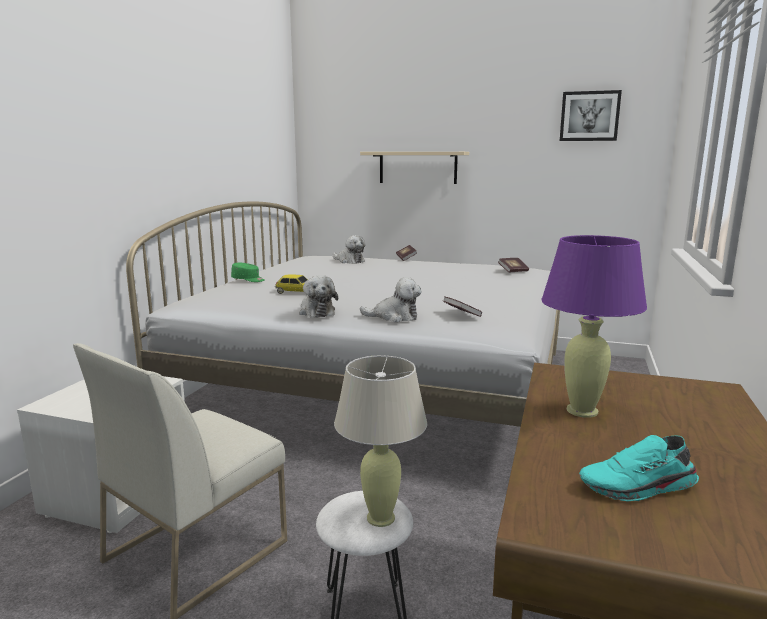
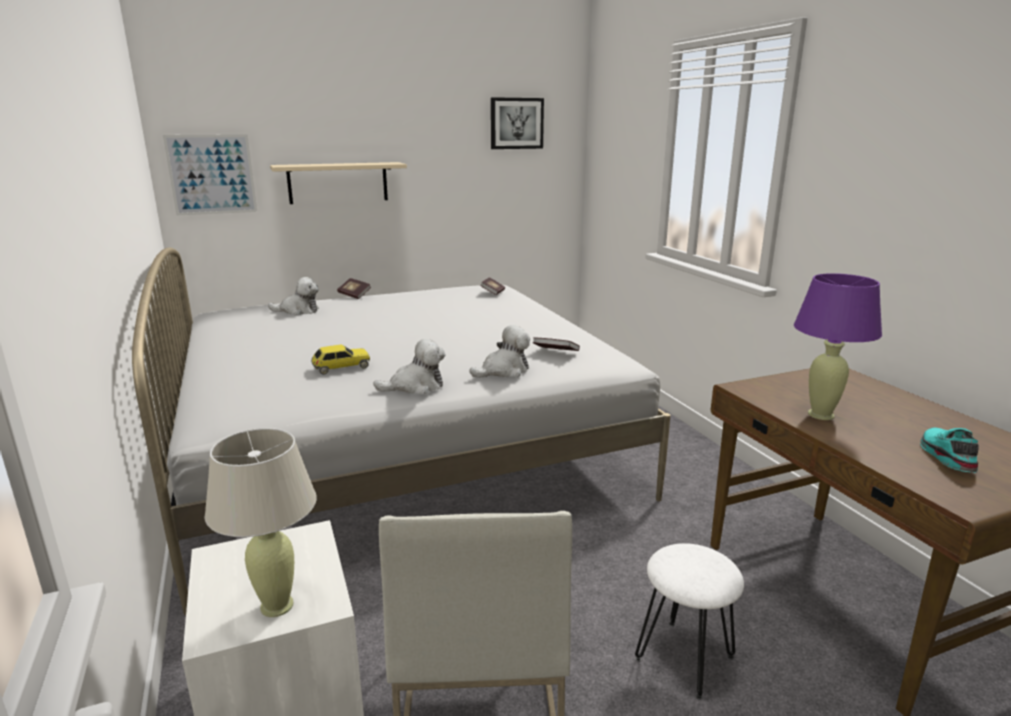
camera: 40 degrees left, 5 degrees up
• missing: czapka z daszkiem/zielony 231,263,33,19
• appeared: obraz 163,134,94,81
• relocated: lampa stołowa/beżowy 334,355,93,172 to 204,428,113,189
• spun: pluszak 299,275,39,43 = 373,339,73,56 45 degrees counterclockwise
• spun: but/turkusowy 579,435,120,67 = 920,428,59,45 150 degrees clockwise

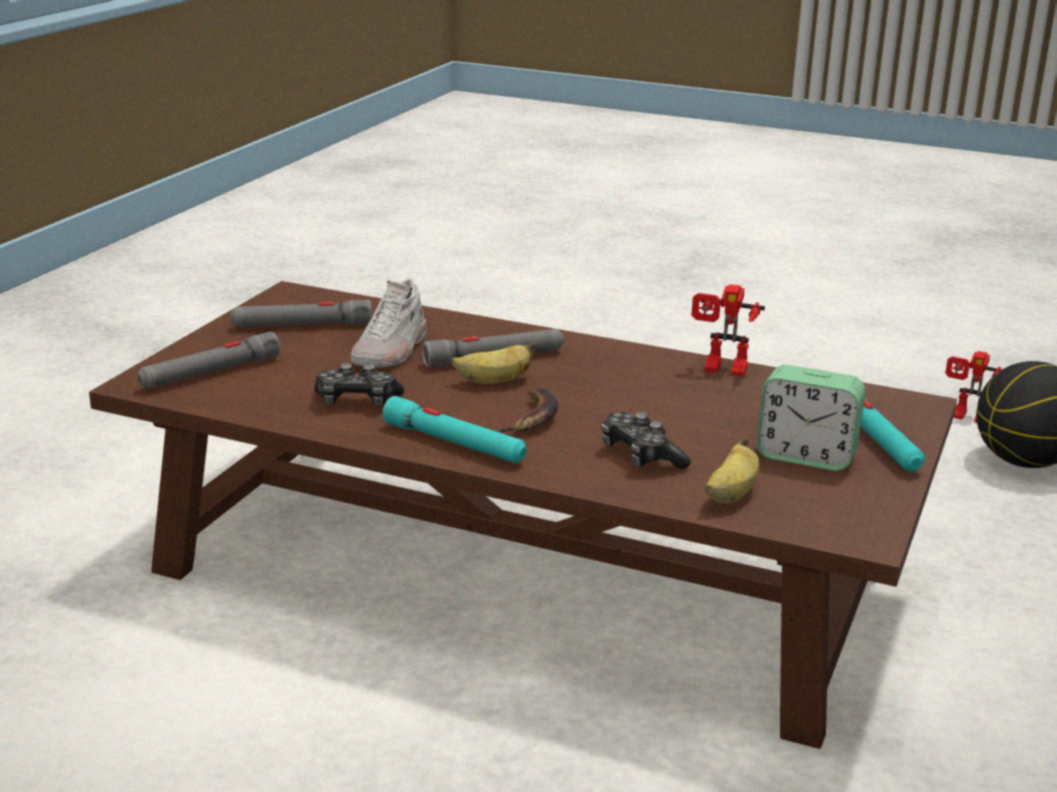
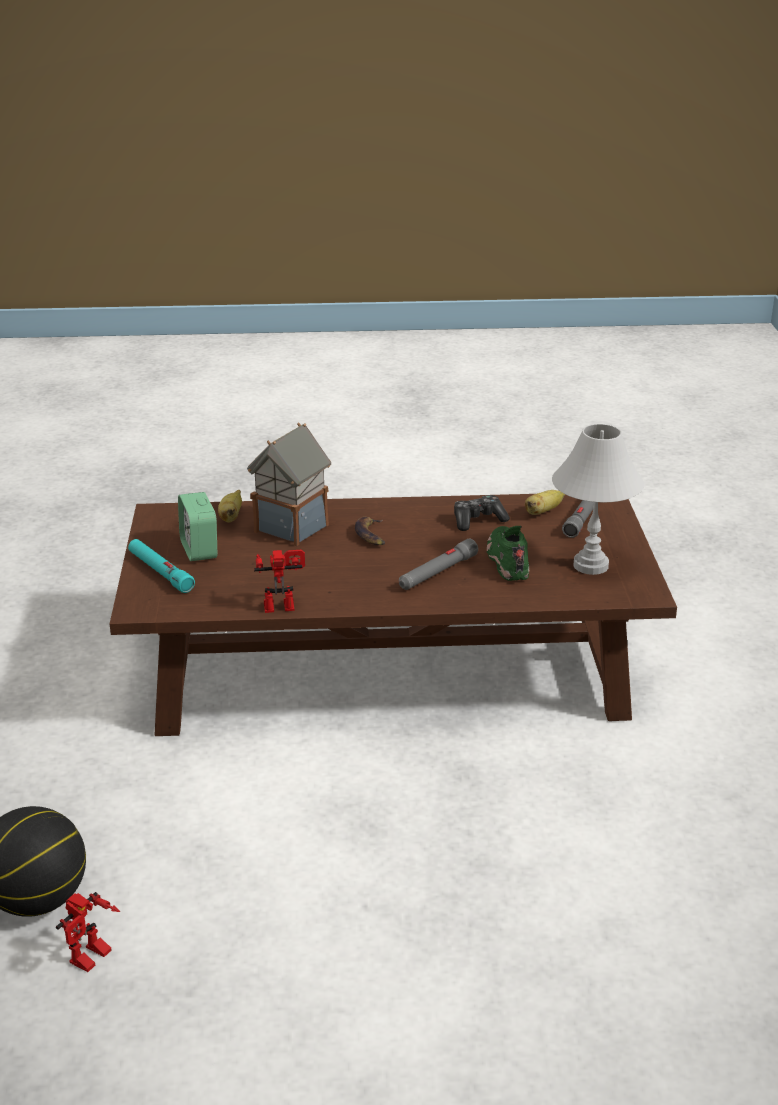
camera: 155 degrees right, 5 degrees up
• missing: latarka/turkusowy 383,396,144,67
• relocated: banan 451,343,84,41 to 525,490,41,25
• exchanged: latarka/szary 231,300,141,27 to lampa stołowa/biały 552,424,92,151
• exchanged: pad do gier 601,412,90,57 to domek 247,423,84,123
• colour: but/biały 351,279,75,88 to but/zielony 487,526,42,55
• spun: budzik 756,365,110,106 = 178,492,39,69 105 degrees counterclockwise
• spun: robot zabawkowy 945,351,57,72 = 56,892,64,80 120 degrees clockwise

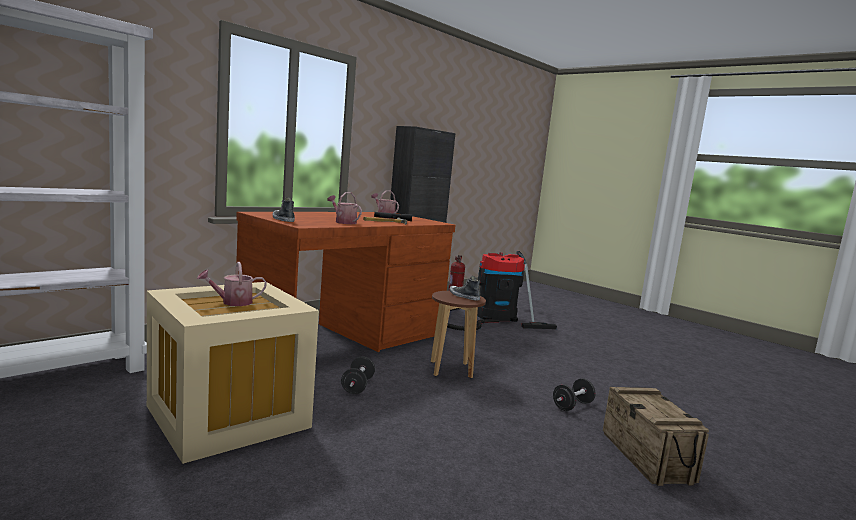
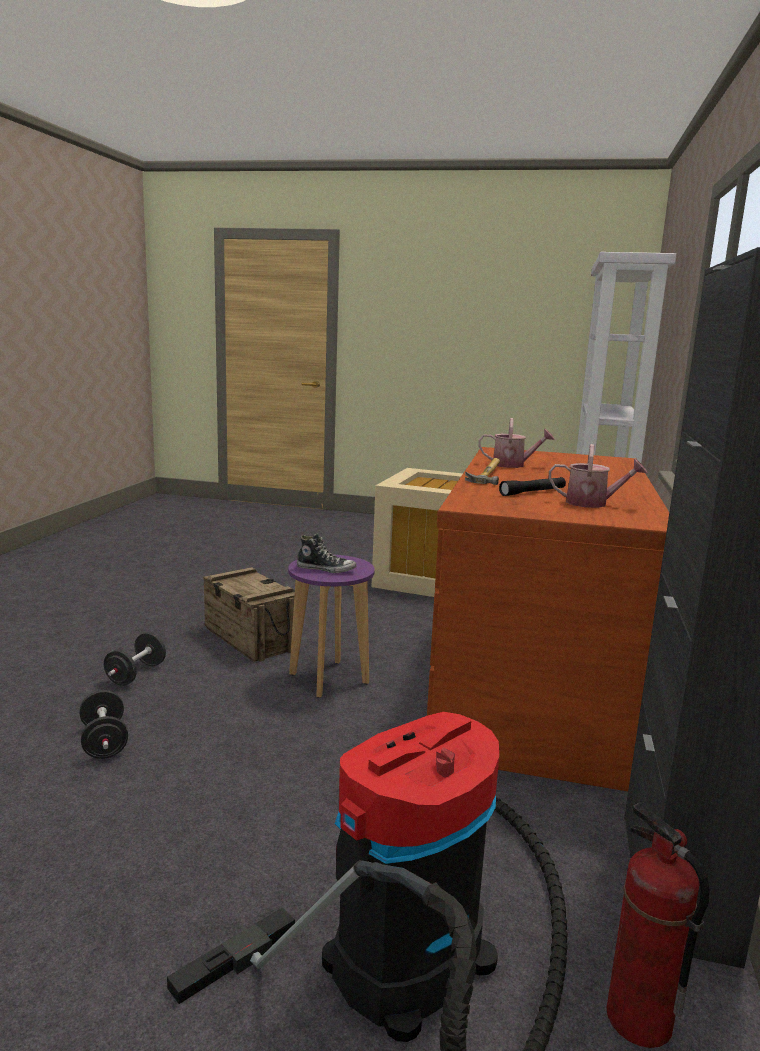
camera: 150 degrees right, 5 degrees up
• missing: konewka 197,262,70,44
• missing: but 273,197,22,25
• relocated: hantel/czarny 341,356,34,38 to 80,690,48,69
• relocated: skrzynka 603,387,106,99 to 203,567,92,95
• colour: stołek/brązowy 431,291,55,87 to stołek/fioletowy 288,555,87,143

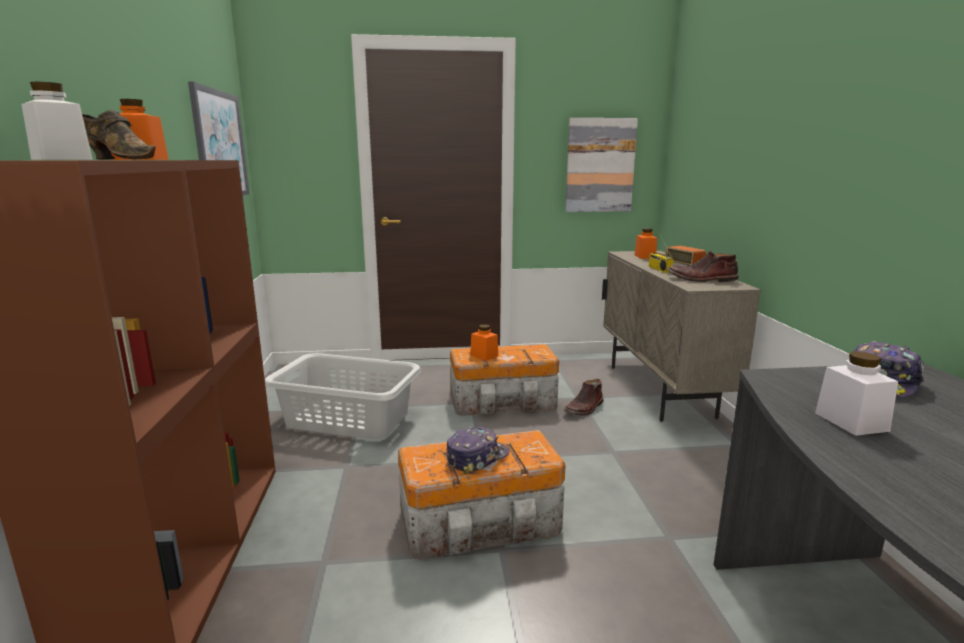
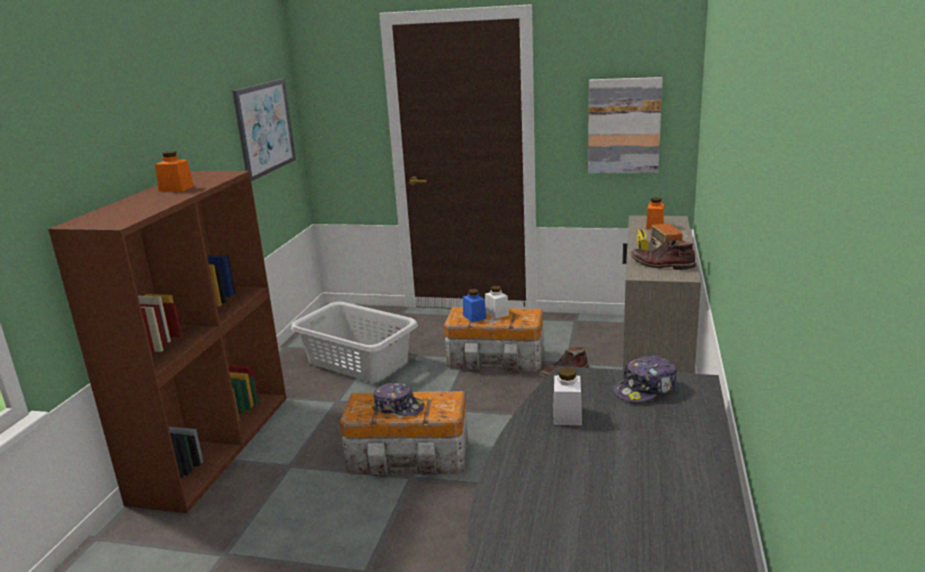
camera: 20 degrees right, 5 degrees up
• missing: but/brązowy 82,110,74,50
• relocated: słoik/biały 21,82,72,78 to 485,286,24,33
• colour: słoik/pomarańczowy 470,324,28,37 to słoik/niebieski 463,289,23,34
• spun: czapka z daszkiem 446,427,64,48 = 372,383,53,33 45 degrees clockwise

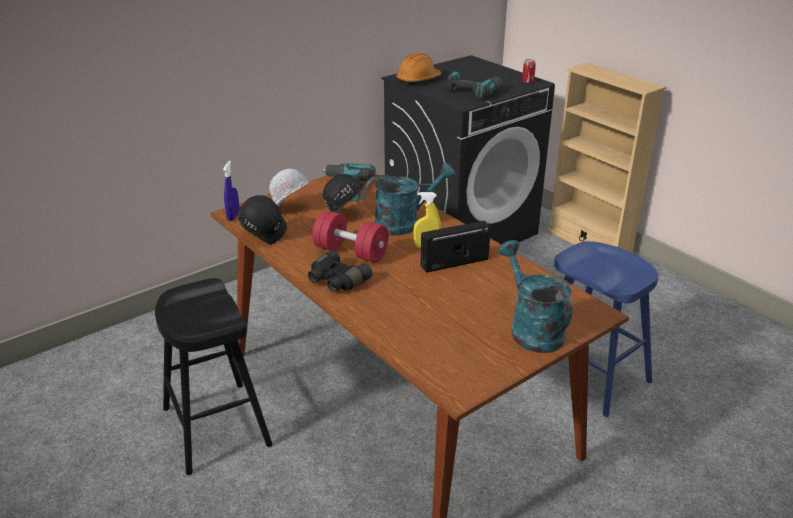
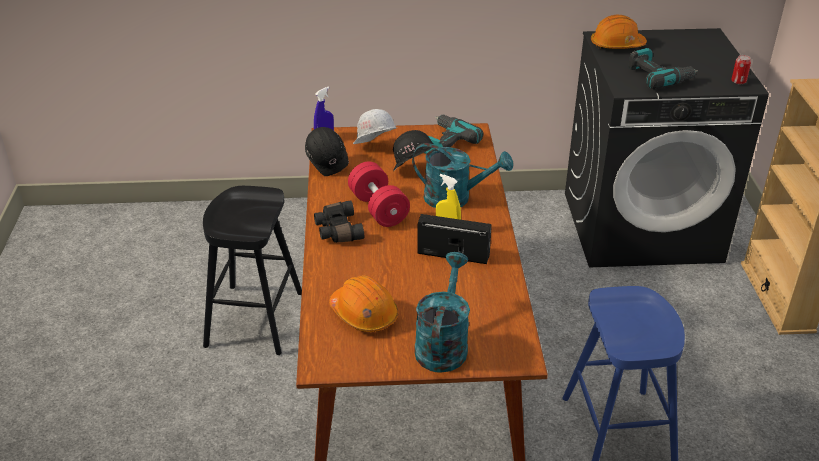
camera: 35 degrees right, 5 degrees up
• appeared: kask/pomarańczowy 329,275,69,57

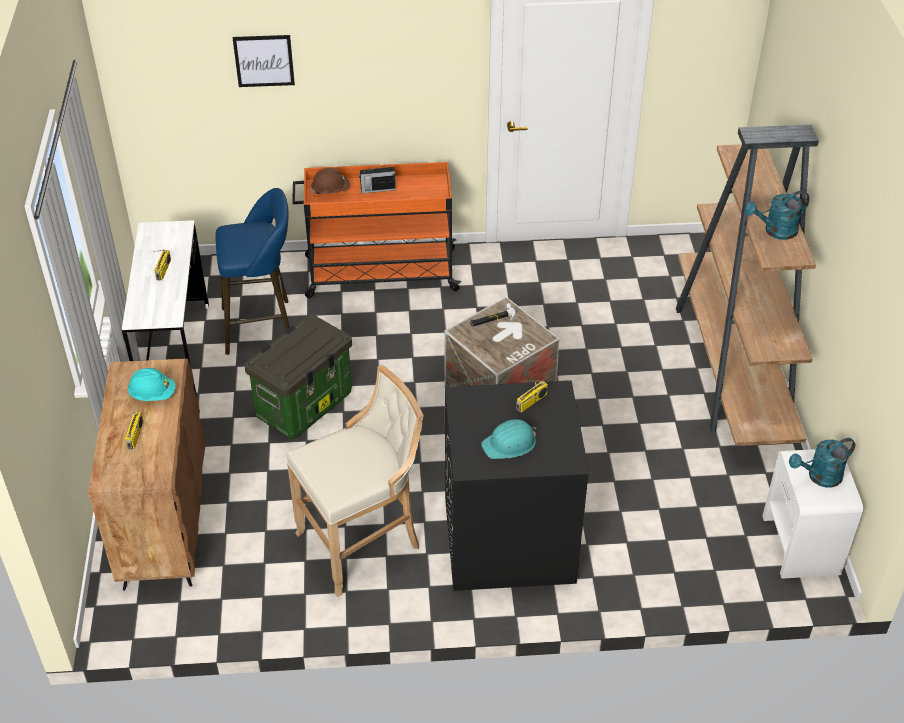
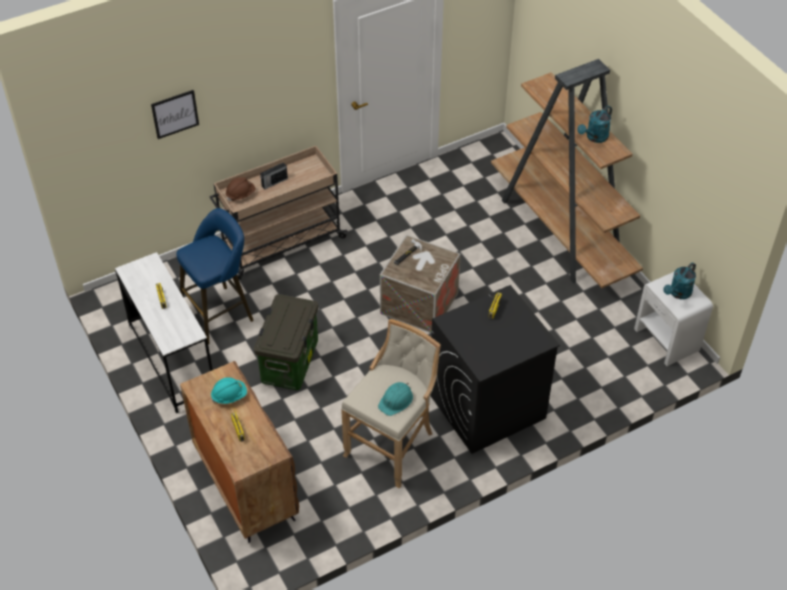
camera: 25 degrees left, 5 degrees up
• relocated: kask/turkusowy 481,419,56,40 to 378,382,35,34
• colour: wózek/pomarańczowy 292,162,169,136 to wózek/beżowy 209,146,139,134

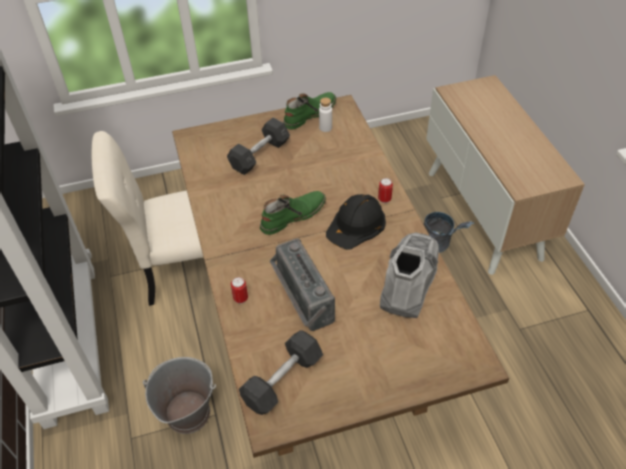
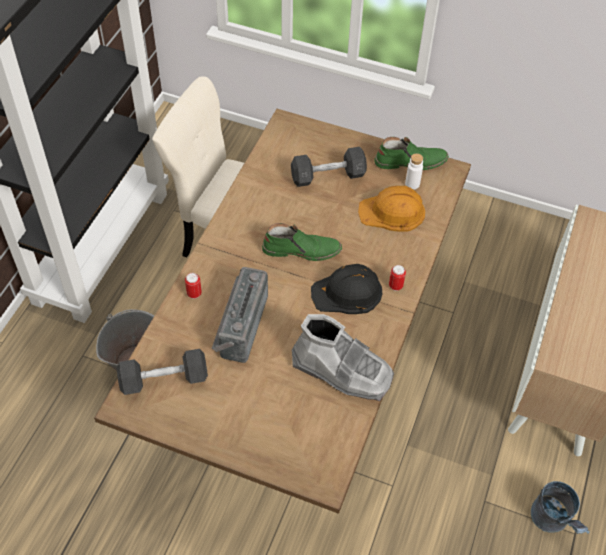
camera: 35 degrees right, 5 degrees up
• appeared: kask/pomarańczowy 358,186,67,46
• relocated: wiadro/szary 424,212,50,41 to 531,481,59,53
• spun: but z cholewką/szary 380,232,59,86 = 292,314,102,87 60 degrees clockwise

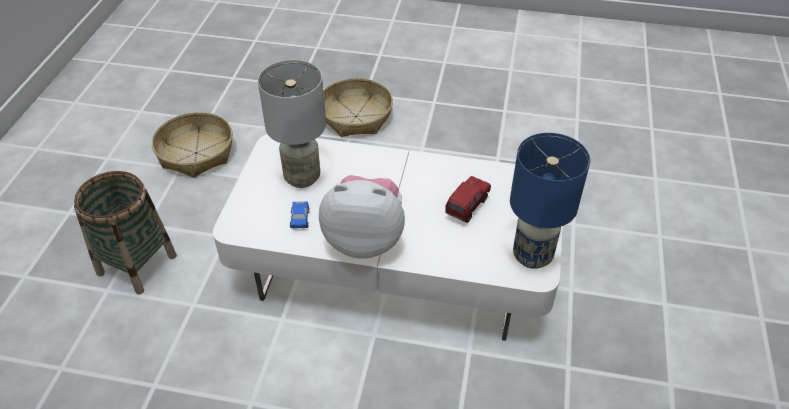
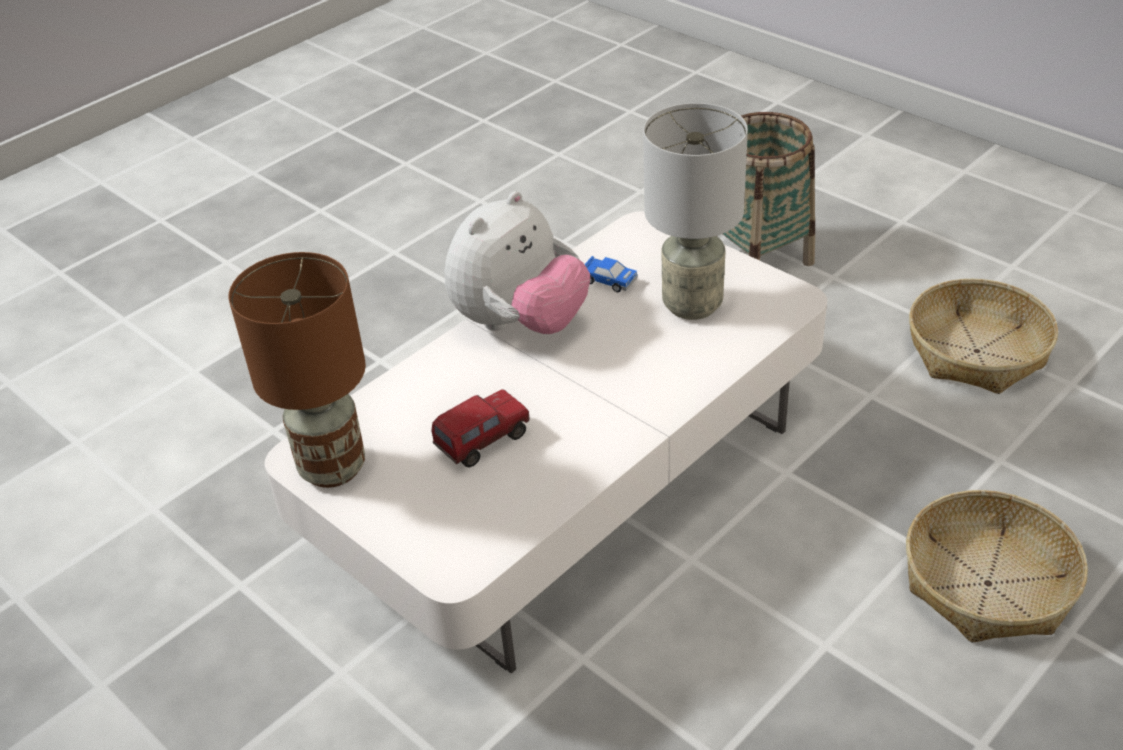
camera: 125 degrees right, 5 degrees down
• colour: lampa stołowa/niebieski 510,133,80,136 to lampa stołowa/brązowy 228,252,138,236
• spun: ciężarówka zabawkowa 445,176,46,47 = 431,389,98,79 105 degrees counterclockwise

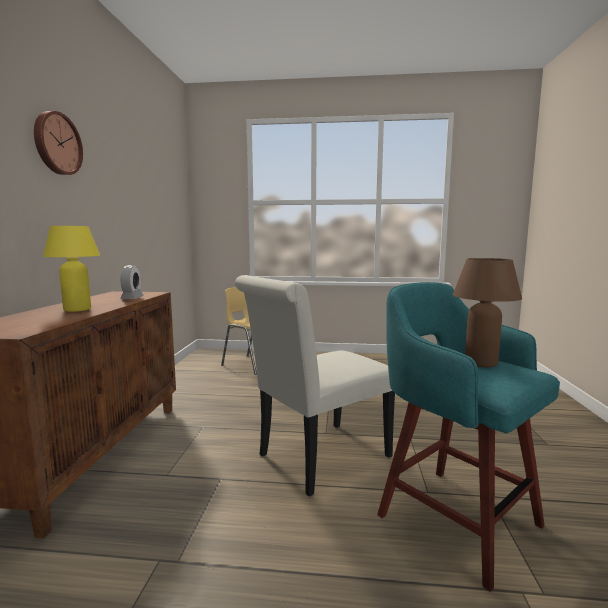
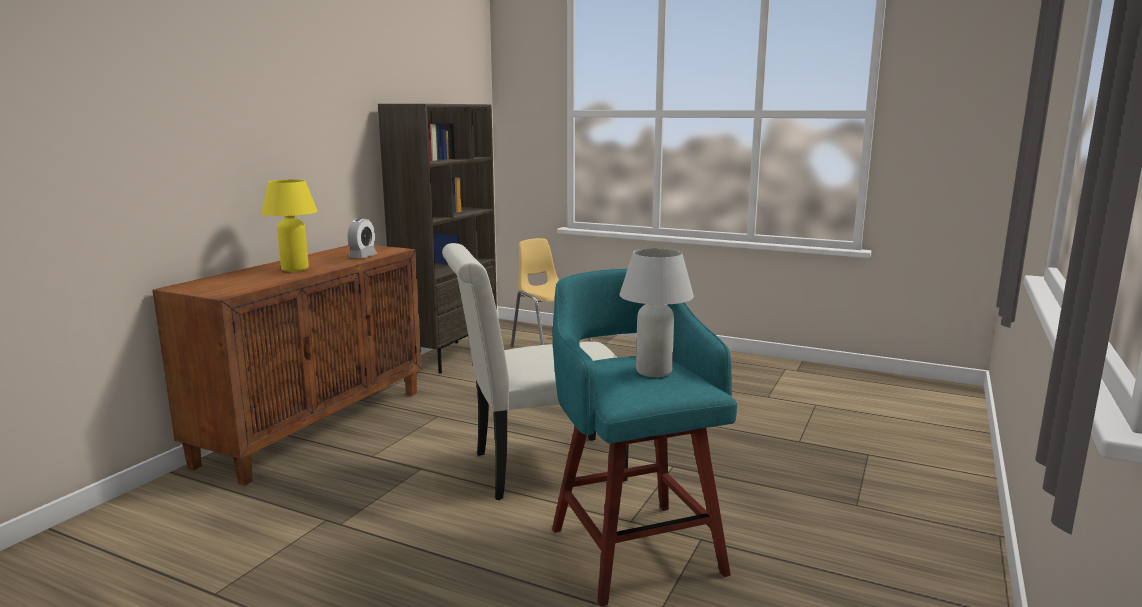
camera: 20 degrees right, 5 degrees up
• missing: zegar ścienny 34,111,49,64
• appeared: regał/brązowy 378,104,119,269
• colour: lampa stołowa/brązowy 453,258,69,109 to lampa stołowa/biały 619,248,75,129

